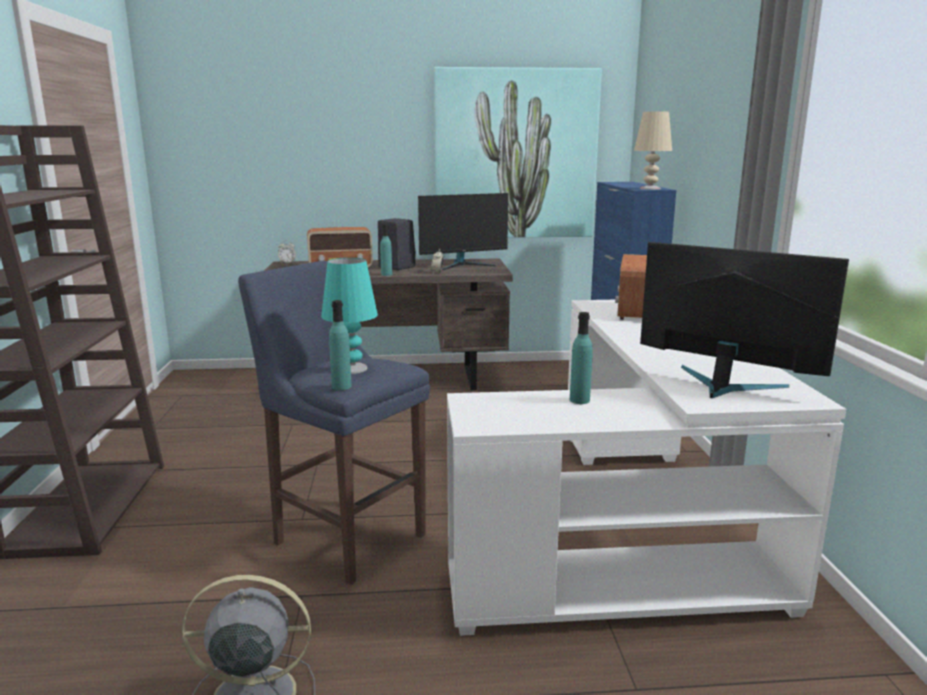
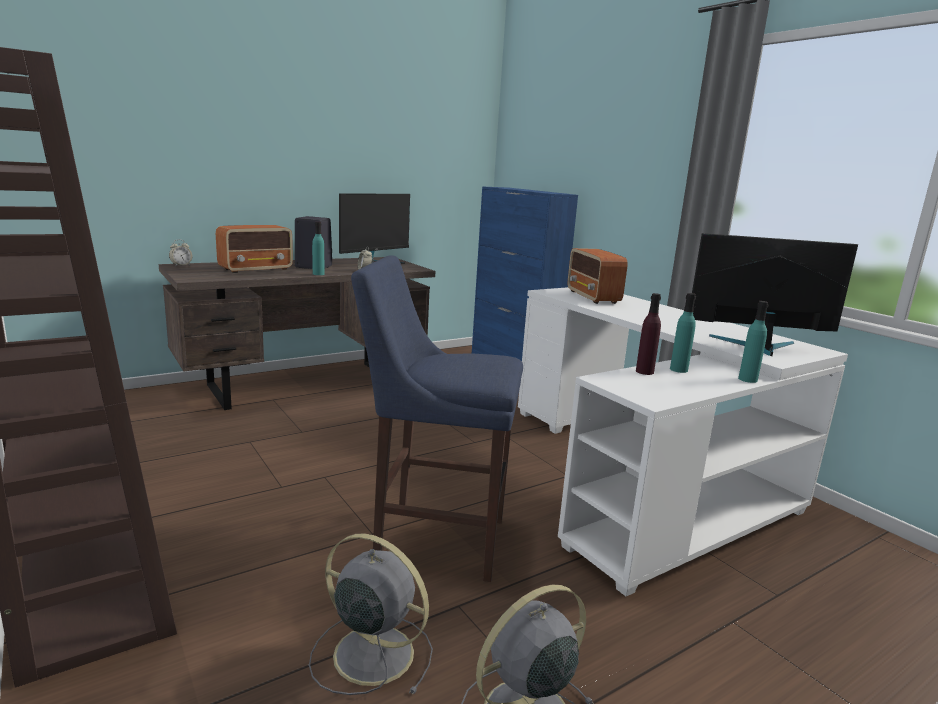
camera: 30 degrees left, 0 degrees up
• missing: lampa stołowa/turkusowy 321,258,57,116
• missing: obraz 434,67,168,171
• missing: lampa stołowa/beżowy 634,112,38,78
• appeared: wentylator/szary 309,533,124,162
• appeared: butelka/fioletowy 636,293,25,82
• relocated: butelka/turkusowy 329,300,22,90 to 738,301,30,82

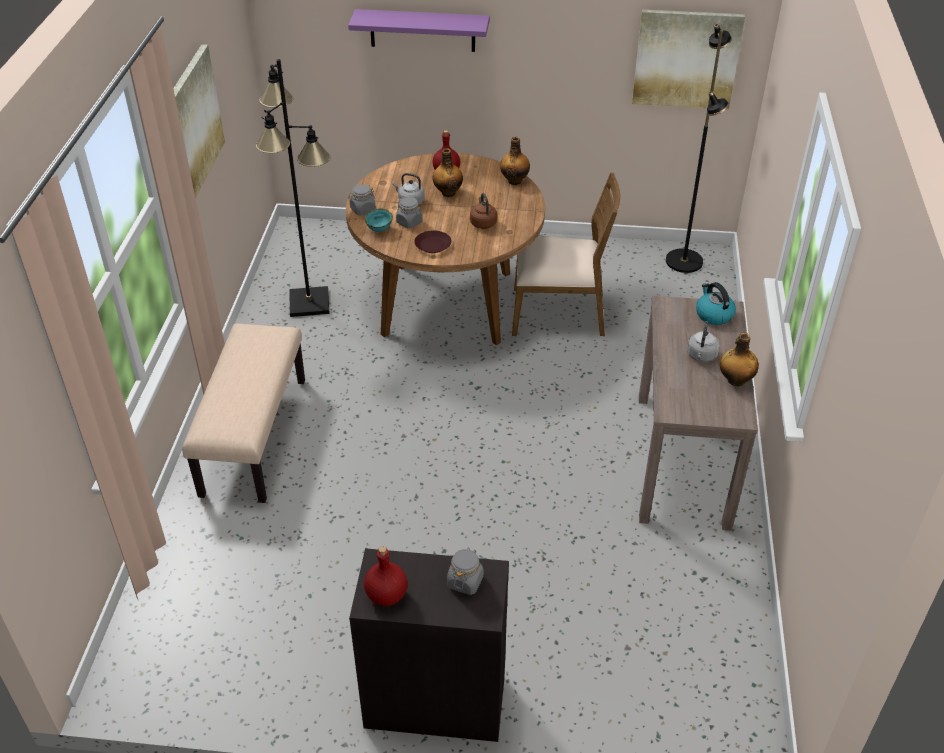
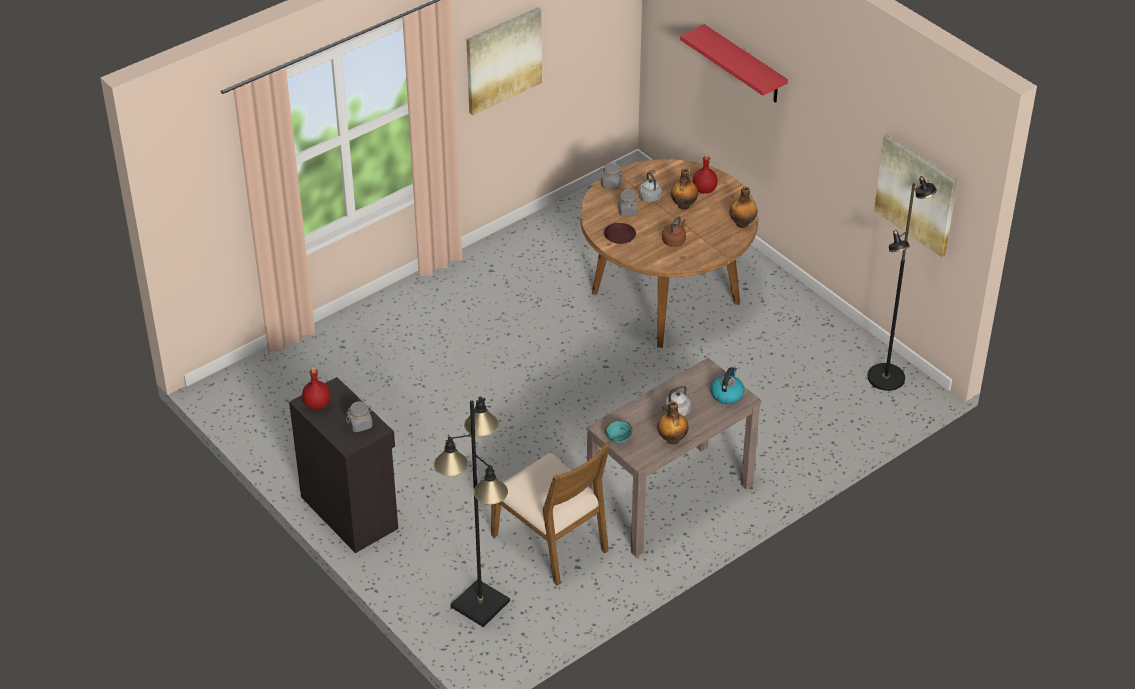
camera: 45 degrees right, 0 degrees up
• missing: ławka/beżowy 182,323,123,180
• relocated: lampa stojąca/czarny 256,59,75,258 to 434,397,76,230
• relocated: miska/turkusowy 365,208,28,24 to 605,420,28,24
• relocated: krzesło/brązowy 512,172,108,164 to 491,443,119,143
• colour: półka/fioletowy 348,9,142,43 to półka/czerwony 680,24,108,79

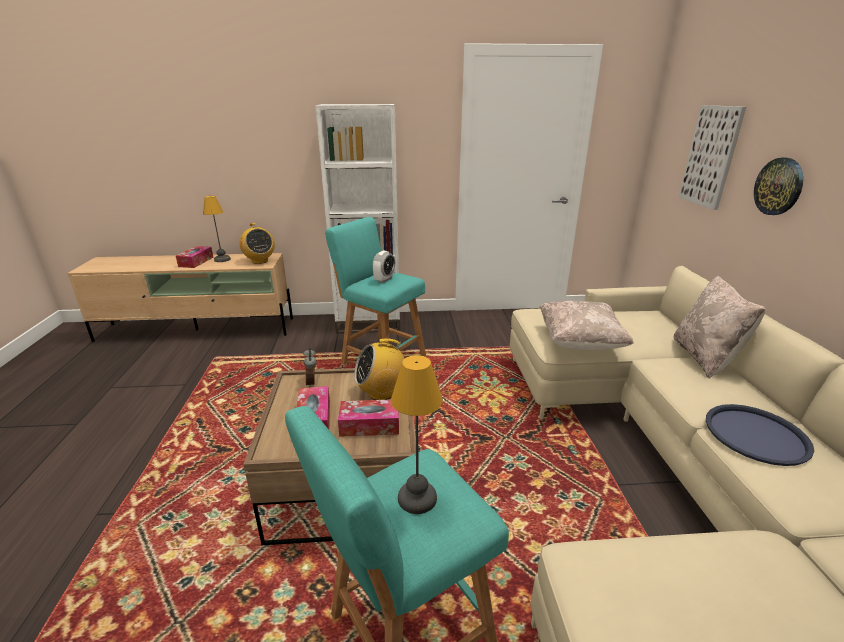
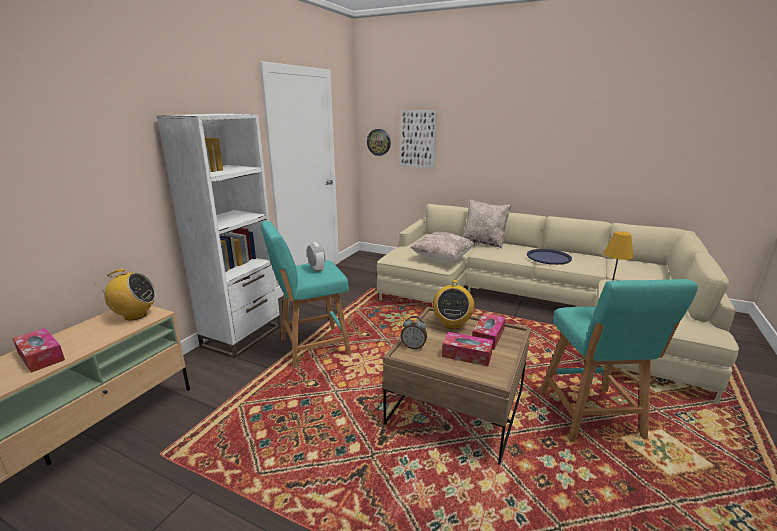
camera: 60 degrees left, 5 degrees down
• missing: lampa stołowa 203,196,28,66
• relocated: zegar ścienny 754,158,49,57 to 367,129,24,27

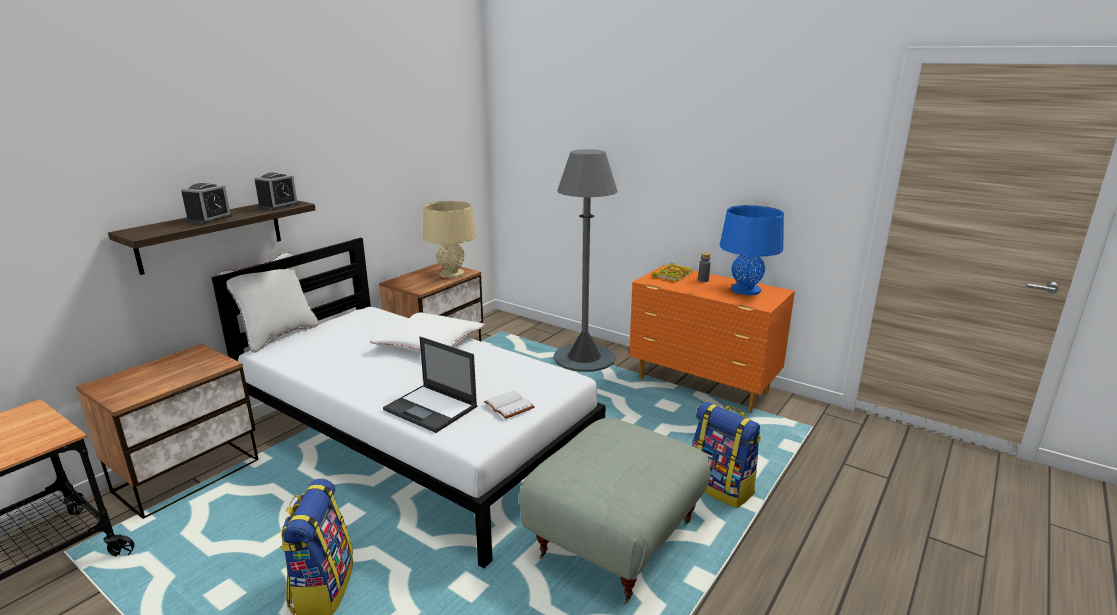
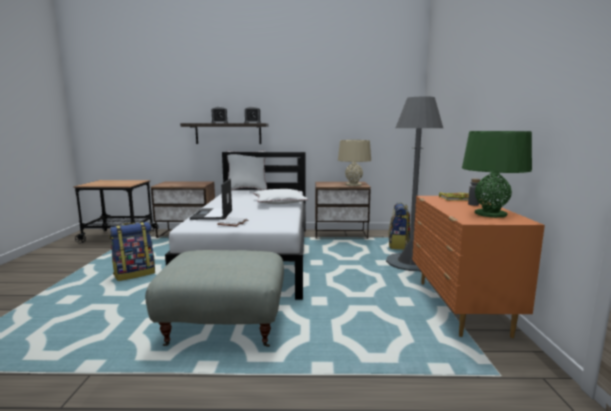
camera: 55 degrees right, 10 degrees down
• relocated: plecak 692,402,69,106 to 388,203,22,47
• colour: lampa stołowa/niebieski 720,205,64,90 to lampa stołowa/zielony 462,131,70,87

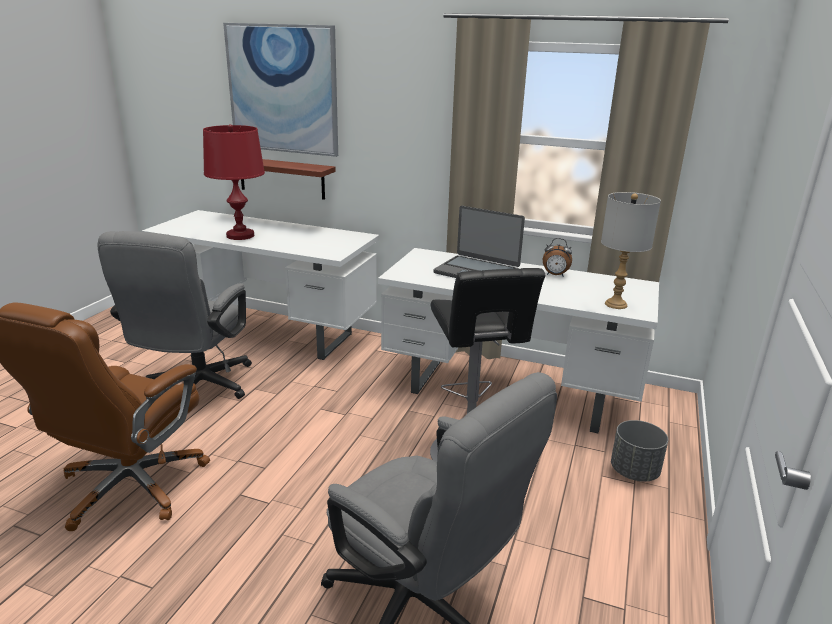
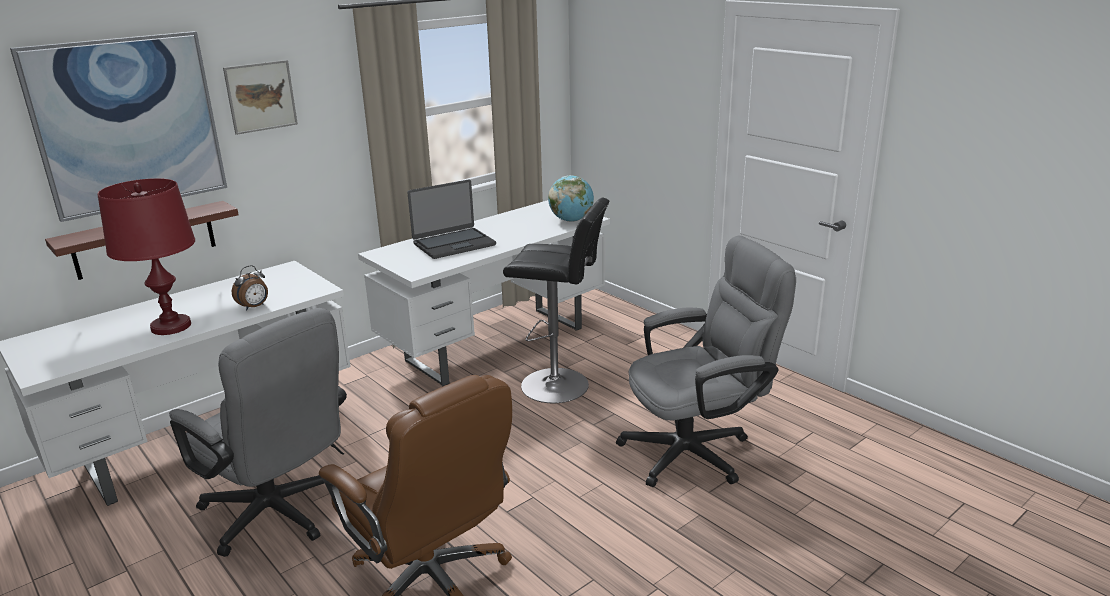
camera: 60 degrees left, 0 degrees up
• missing: donica/szary 611,420,57,62
• appeared: obraz 223,60,75,75
• relocated: budzik 543,238,29,38 to 232,265,36,45
• exchanged: lampa stołowa/szary 601,192,60,117 to globus 548,175,46,47

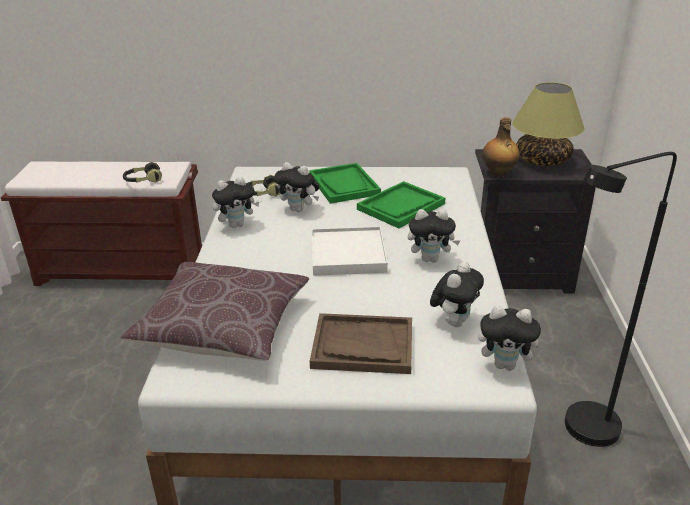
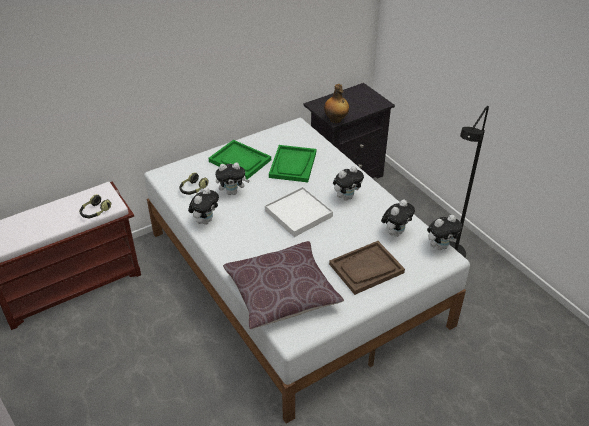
camera: 35 degrees left, 10 degrees up
• missing: lampa stołowa 512,82,73,84
• spun: pluszak 430,262,54,65 = 381,199,34,38 45 degrees clockwise

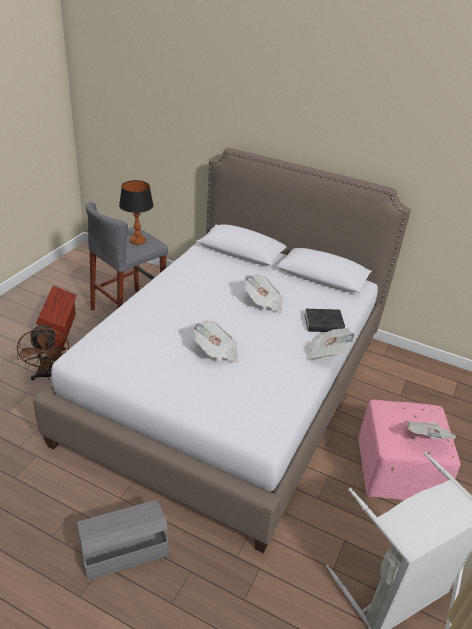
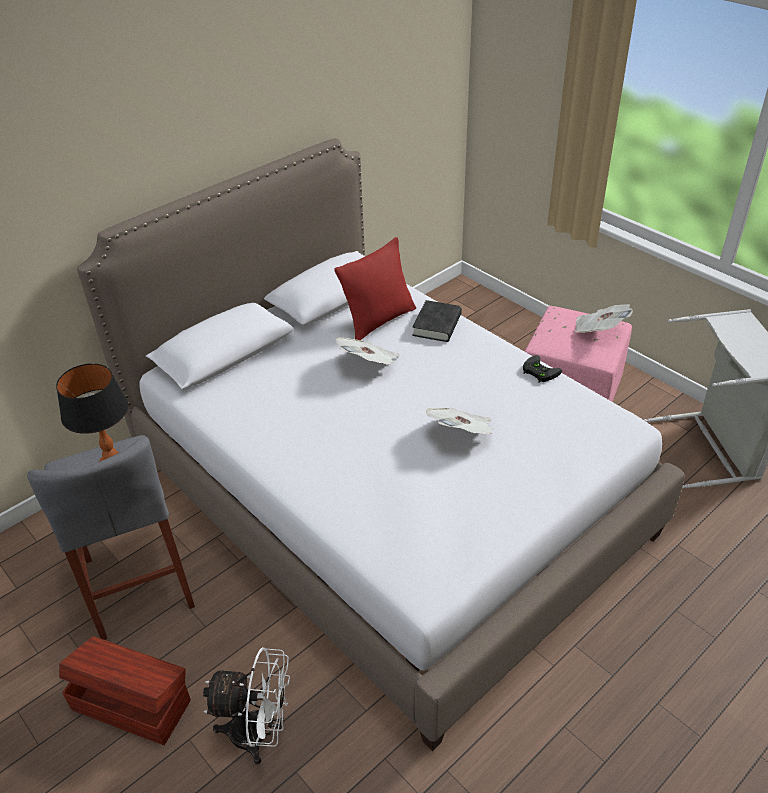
camera: 65 degrees left, 5 degrees up
• missing: pojemnik do przechowywania/szary 77,500,92,81
• missing: gazeta 303,328,53,32
• appeared: poduszka/czerwony 334,237,82,103
• appeared: pad do gier/czarny 523,355,39,28
• colour: wentylator/brązowy 17,323,52,57 to wentylator/biały 203,647,87,118

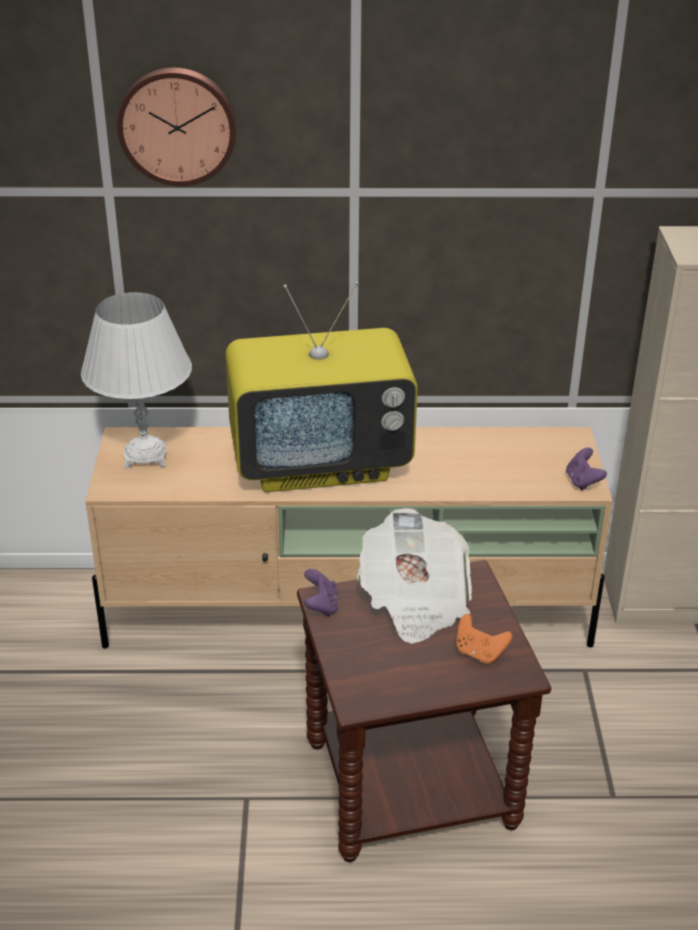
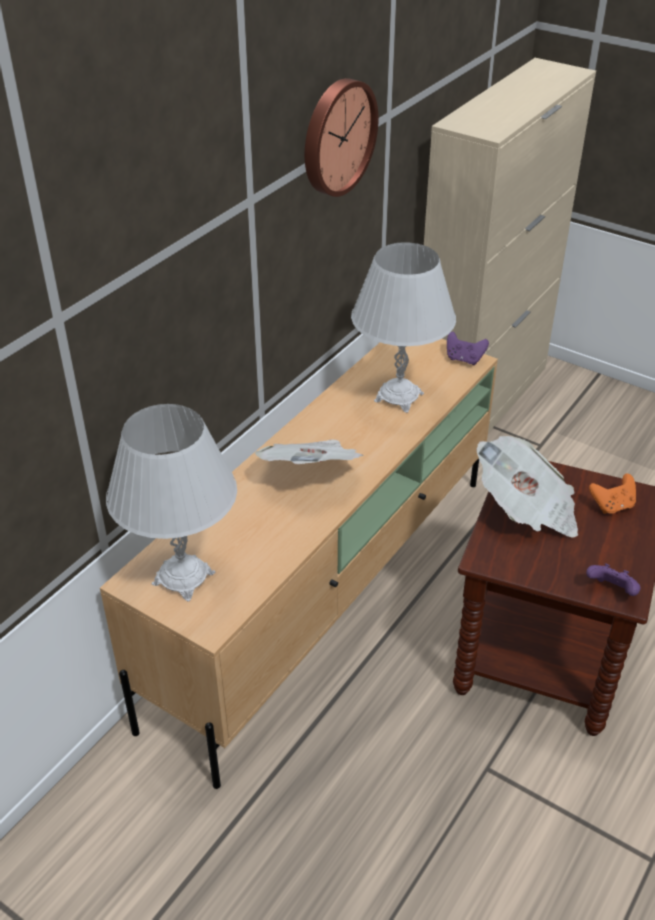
camera: 55 degrees left, 5 degrees up
• appeared: lampa stołowa/biały 351,242,105,171
• relocated: zegar ścienny 117,68,119,118 to 305,78,74,119
• relocated: pad do gier/fioletowy 304,569,34,48 to 586,564,54,32
• exchanged: telewizor 226,282,192,210 to gazeta 255,439,109,25

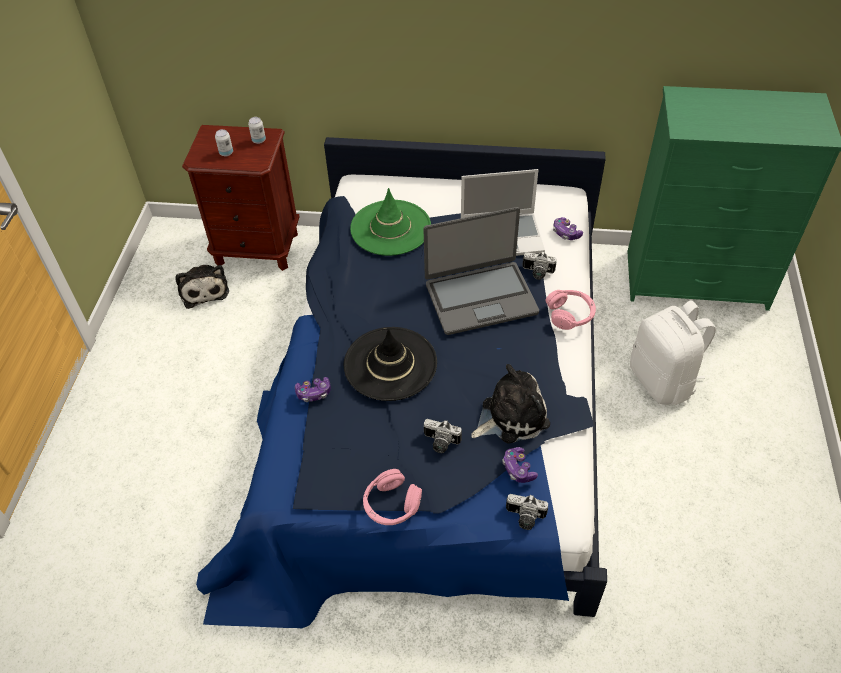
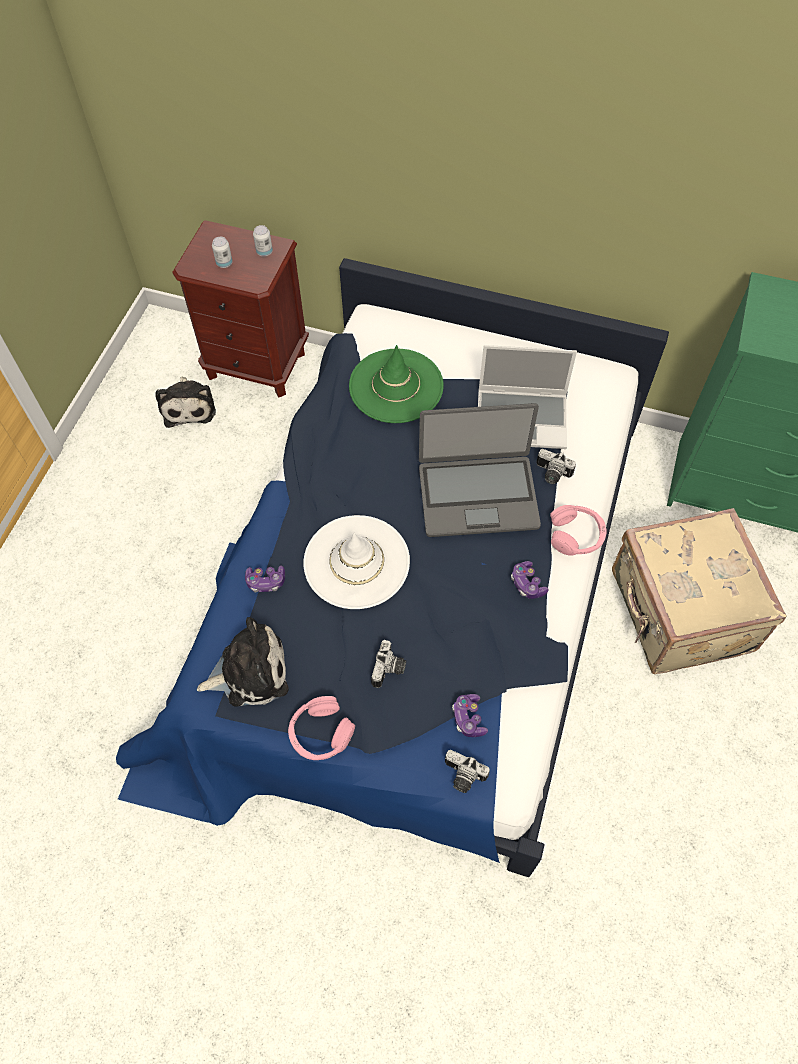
camera: 10 degrees right, 10 degrees up
• relocated: pluszak 471,364,79,79 to 197,617,92,90
• relocated: pad do gier 553,217,30,23 to 511,561,38,38
• exchanged: plecak/biały 630,300,86,105 to walizka/beżowy 612,508,175,166
• colour: kapelusz/czarny 344,327,93,74 to kapelusz/biały 303,515,107,94
• spun: aparat fotograficzny 424,419,38,34 = 371,640,35,48 105 degrees counterclockwise

